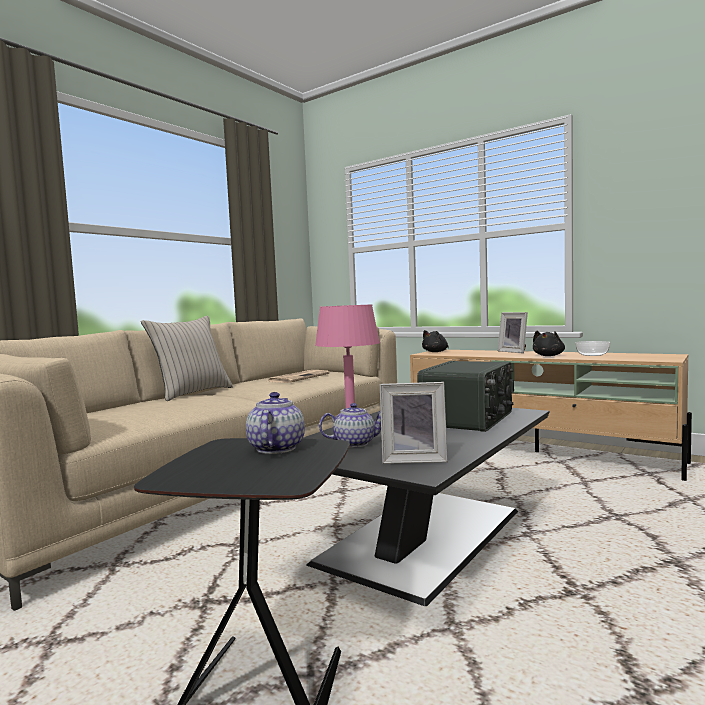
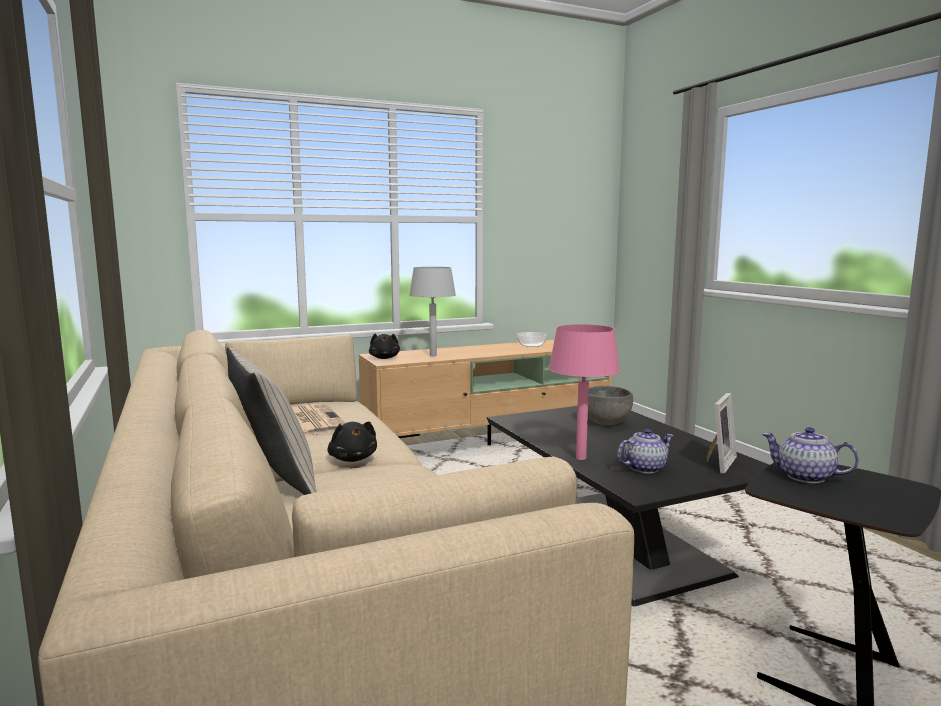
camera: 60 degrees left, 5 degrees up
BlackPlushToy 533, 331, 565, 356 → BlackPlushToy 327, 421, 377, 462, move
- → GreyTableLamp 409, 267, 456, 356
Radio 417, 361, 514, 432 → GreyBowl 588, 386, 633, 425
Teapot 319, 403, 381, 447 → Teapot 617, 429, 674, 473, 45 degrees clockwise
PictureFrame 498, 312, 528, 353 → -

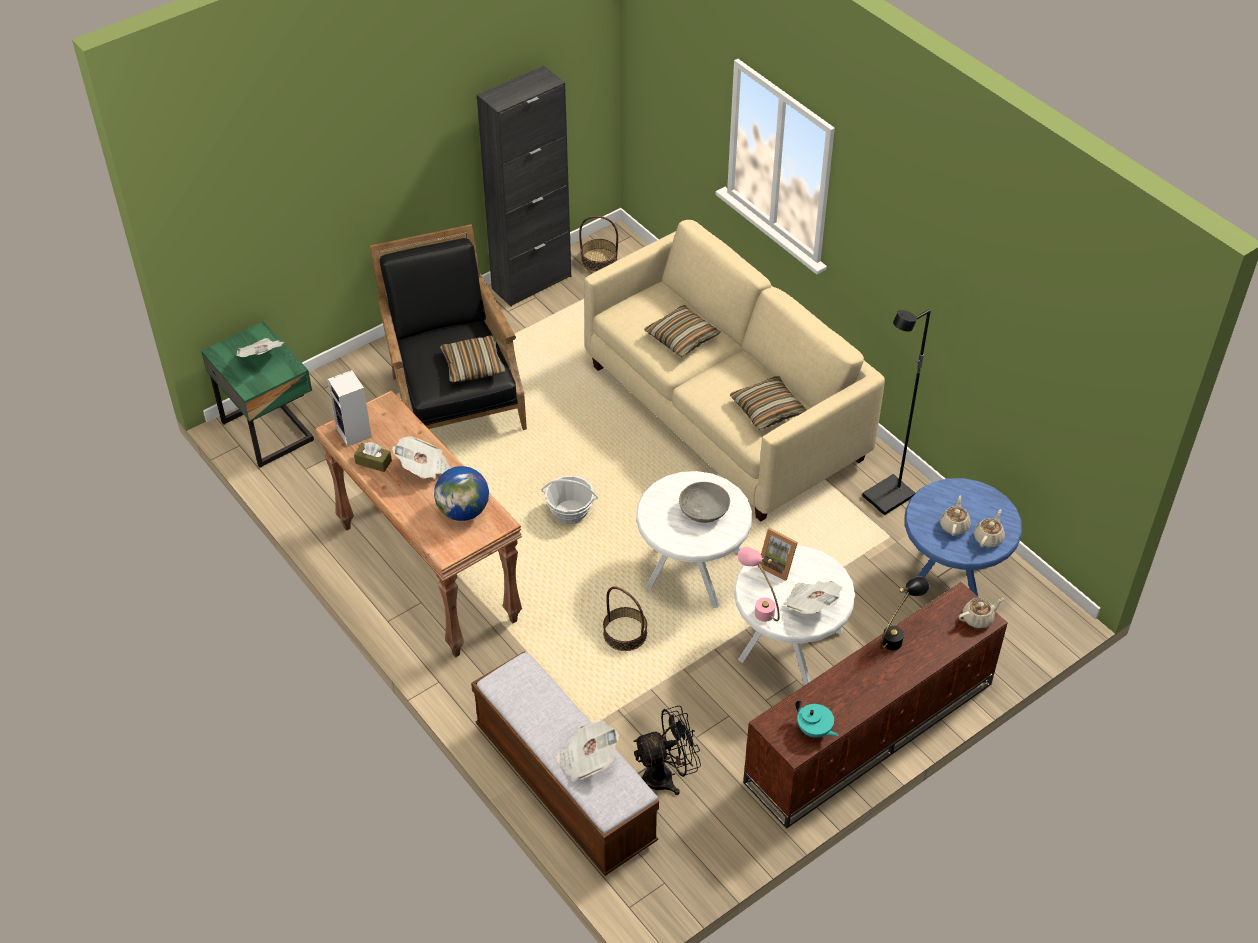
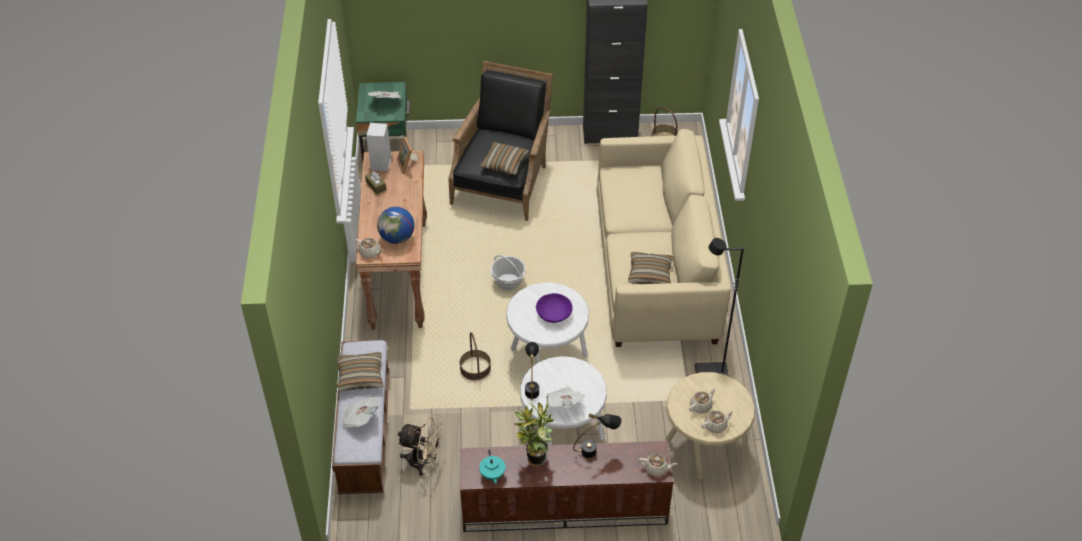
camera: 35 degrees right, 0 degrees up
Pillow 644, 305, 721, 357 → Pillow 337, 352, 384, 391, move
- → BeigeTeapot 355, 238, 384, 258
PictureFrame 757, 528, 798, 581 → PictureFrame 397, 137, 418, 174, move
BlackFan 633, 706, 701, 795 → BeigeFan 397, 416, 444, 476
- → PottedPlant 513, 402, 554, 466
PinkTableLamp 738, 547, 780, 622 → BlackTableLamp 525, 342, 539, 401
GreyBowl 679, 482, 730, 523 → PurpleBowl 536, 293, 573, 323
BlueSideTable 905, 478, 1022, 596 → BeigeSideTable 666, 372, 755, 479
Newspaper 392, 436, 451, 479 → -

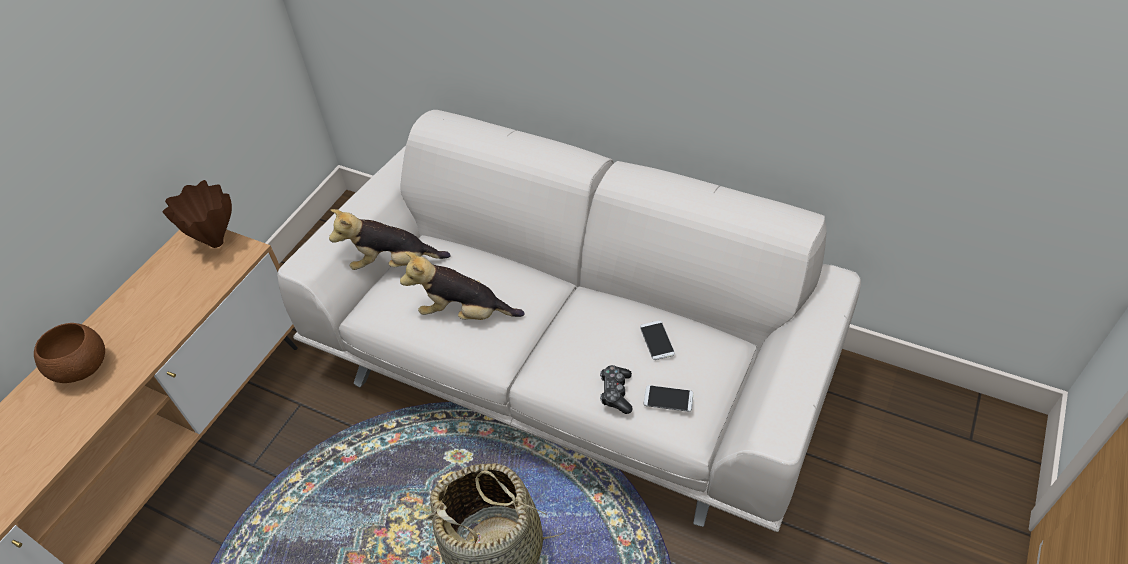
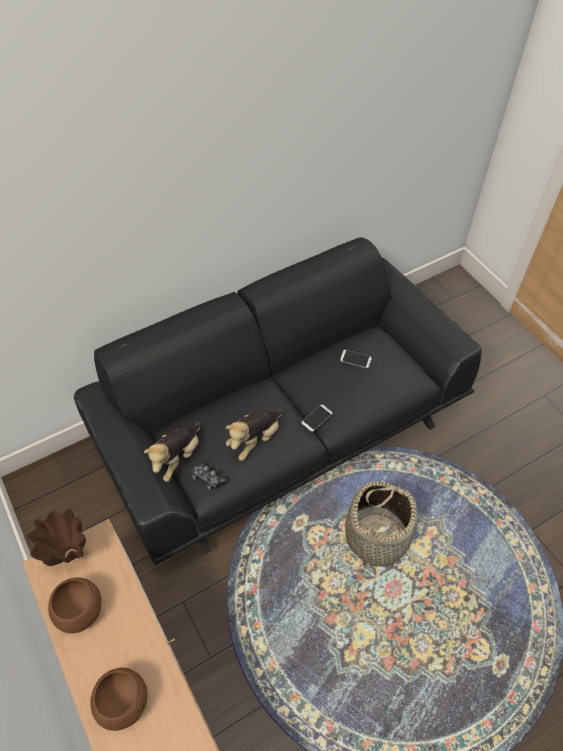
camera: 60 degrees left, 5 degrees up
- → BrownBowl 48, 578, 102, 633
WhiteSofa 277, 110, 861, 532 → BlackSofa 74, 237, 481, 565
GameController 600, 365, 633, 414 → GameController 192, 461, 228, 490, move
Phone 644, 385, 694, 412 → Phone 302, 404, 333, 432, move

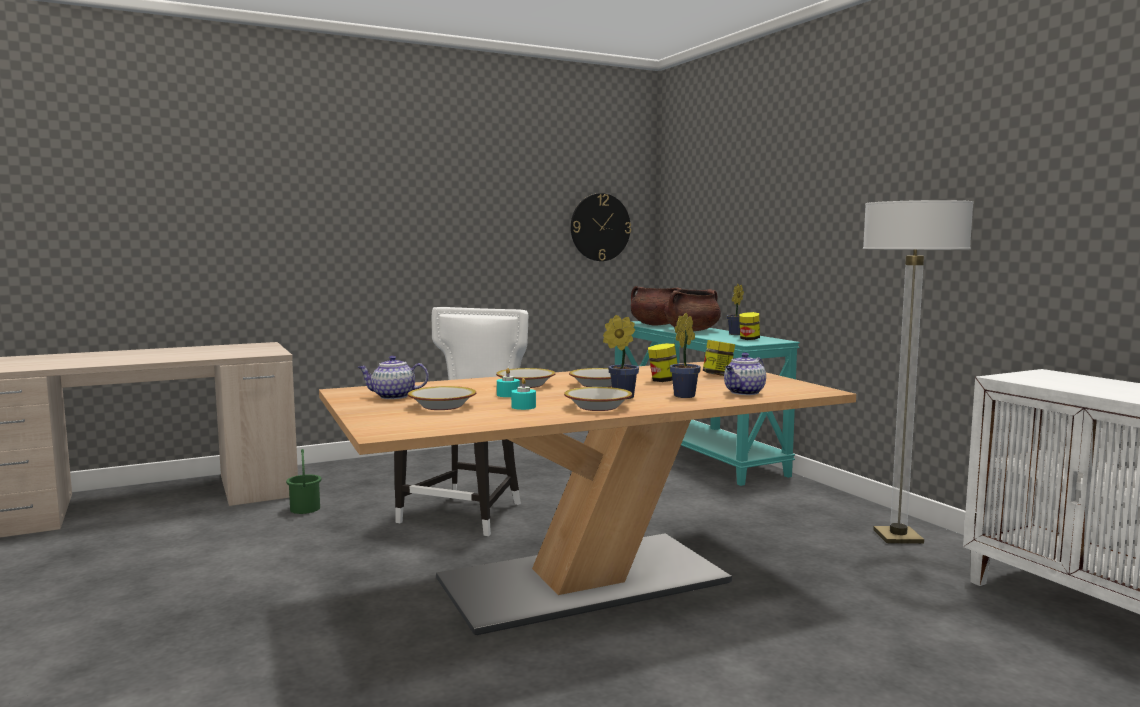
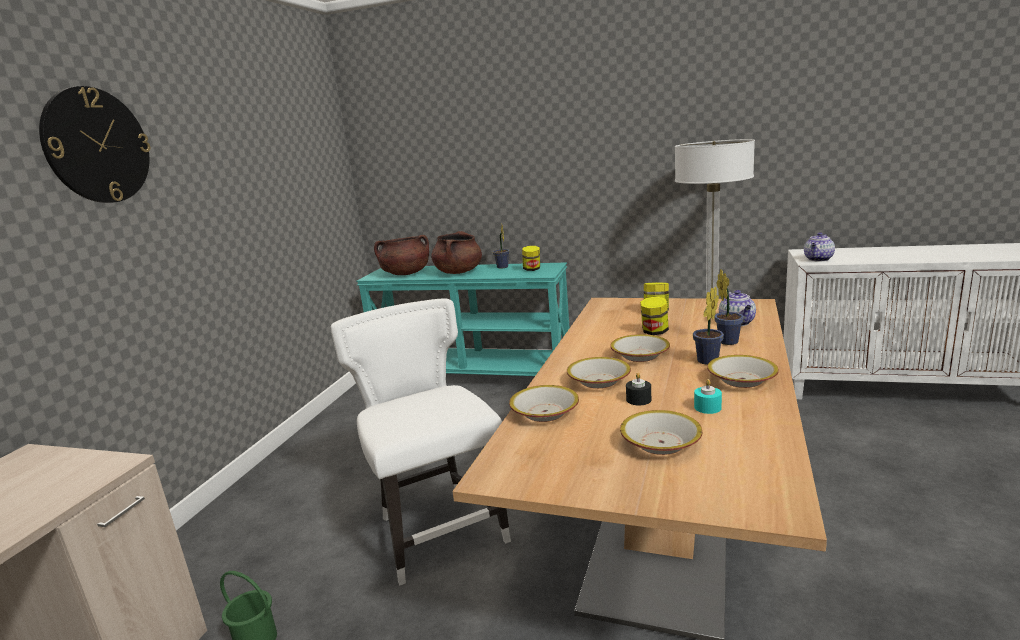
camera: 45 degrees left, 10 degrees up
WallClock 571, 193, 631, 261 → WallClock 39, 86, 150, 203, move
- → Bowl 509, 385, 579, 422
TurquoiseCandle 497, 368, 520, 397 → BlackCandle 626, 373, 651, 406
Teapot 358, 356, 429, 399 → Teapot 804, 232, 835, 261, move

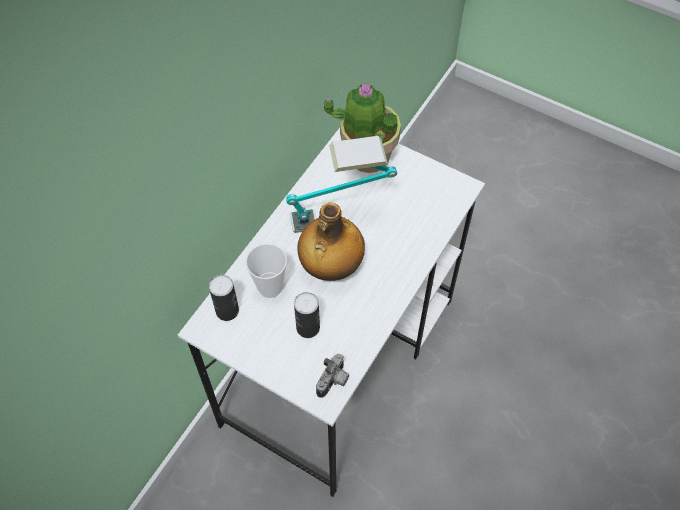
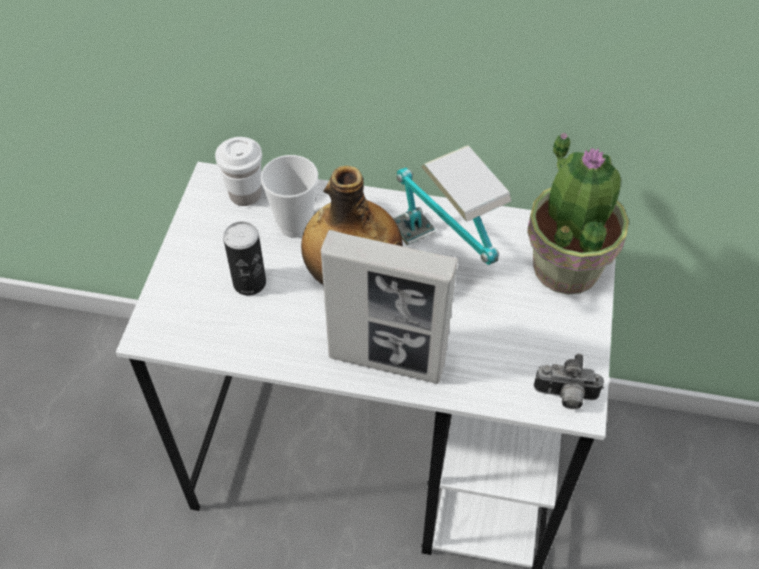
camera: 70 degrees right, 5 degrees down
Can 209, 275, 239, 321 → WhiteCup 215, 137, 262, 206
- → PictureFrame 321, 230, 458, 384
PhotoCamera 316, 354, 349, 398 → PhotoCamera 534, 354, 604, 409, move

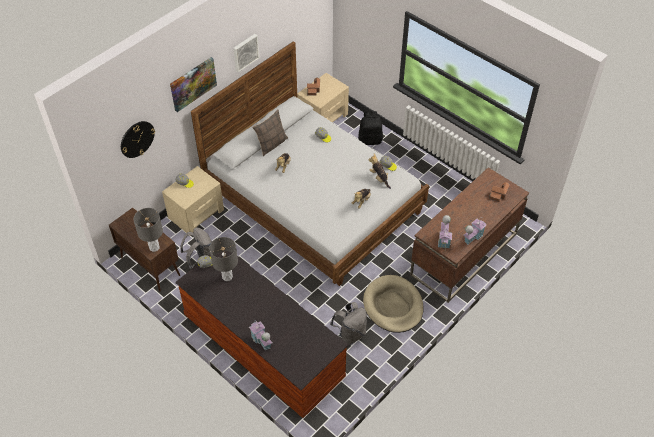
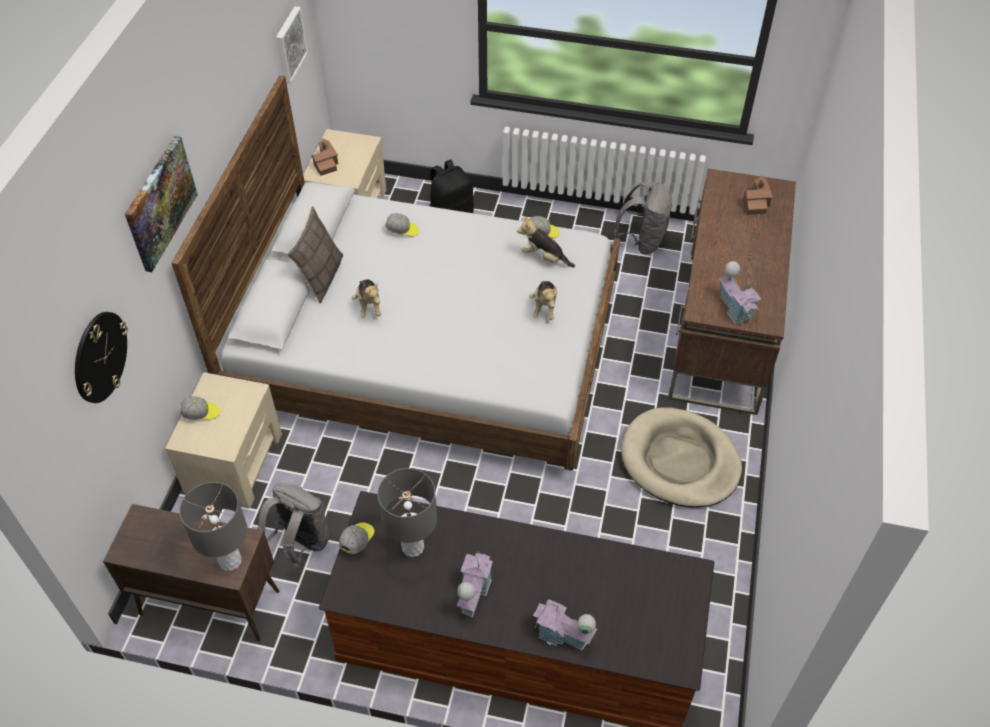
camera: 30 degrees left, 0 degrees up
Picture 233, 34, 259, 72 → Picture 276, 6, 308, 84, move
ToyHouse 463, 217, 486, 245 → ToyHouse 456, 552, 493, 618, move
GreyBackpack 330, 302, 367, 345 → GreyBackpack 614, 181, 672, 254, move

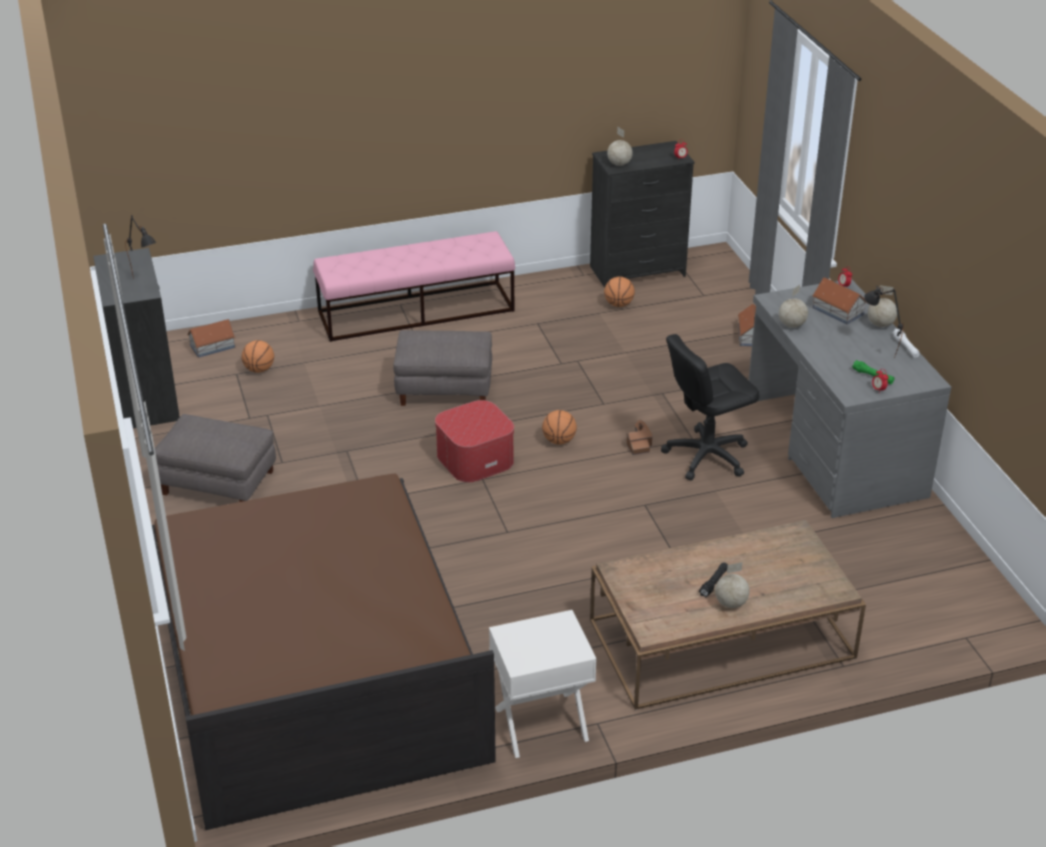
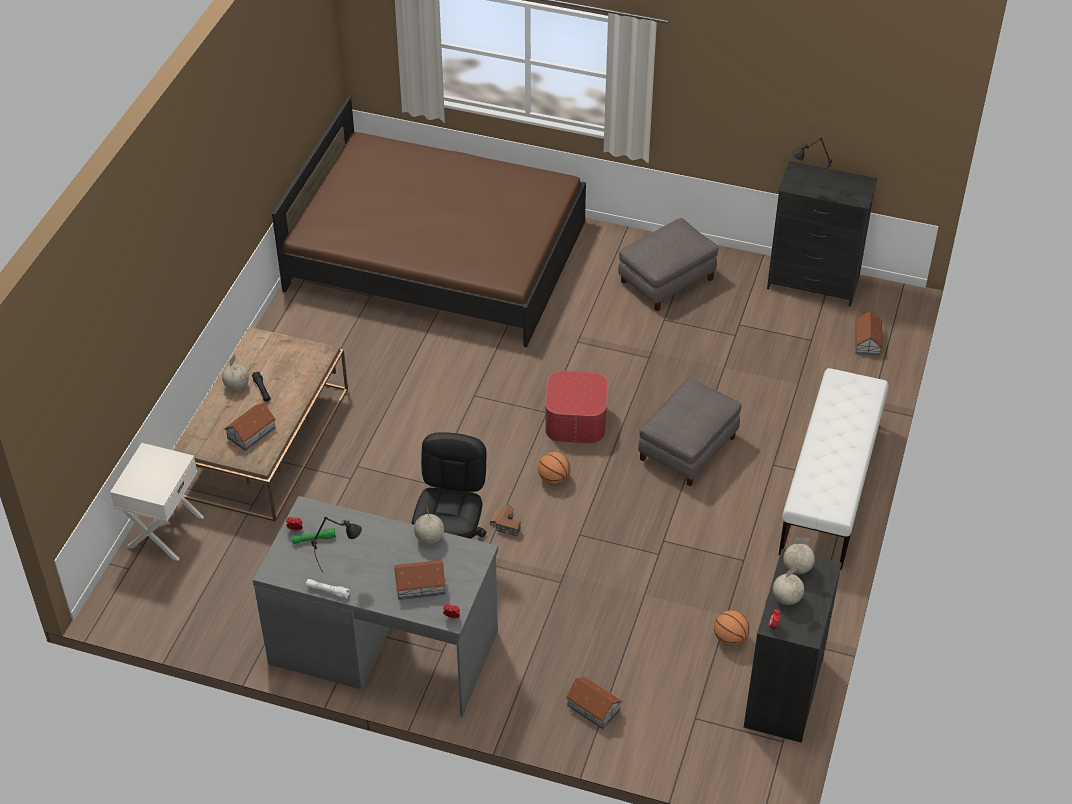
camera: 125 degrees right, 10 degrees up
WhiteNightstand 489, 610, 597, 758 → WhiteNightstand 110, 443, 204, 561, move
- → ToyHouse 224, 403, 276, 451
Globe 868, 285, 897, 327 → Globe 773, 565, 804, 605, move
PinkBench 313, 231, 515, 342 → WhiteBench 779, 368, 889, 570
Basketball 241, 340, 274, 373 → -

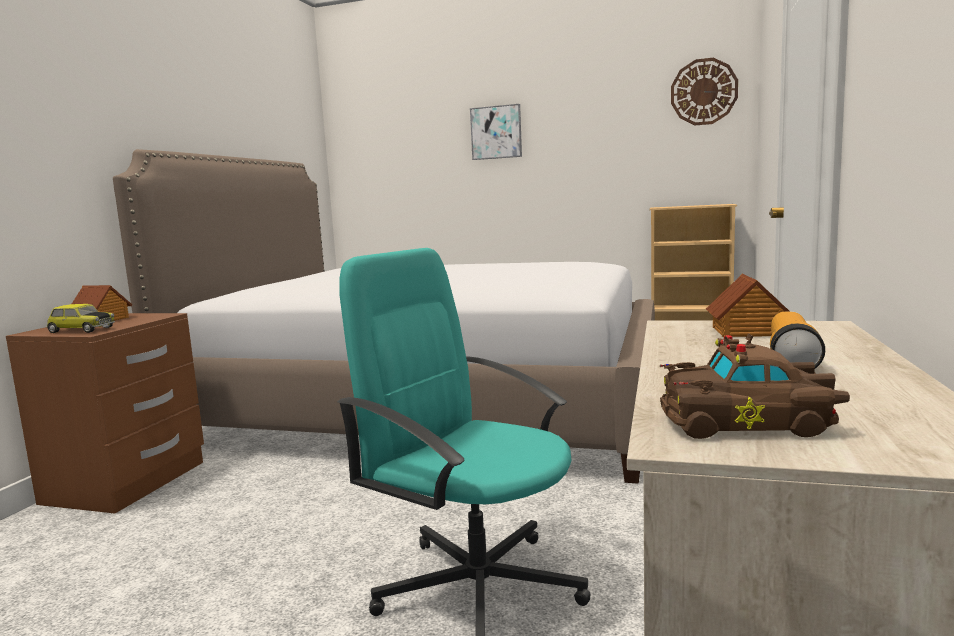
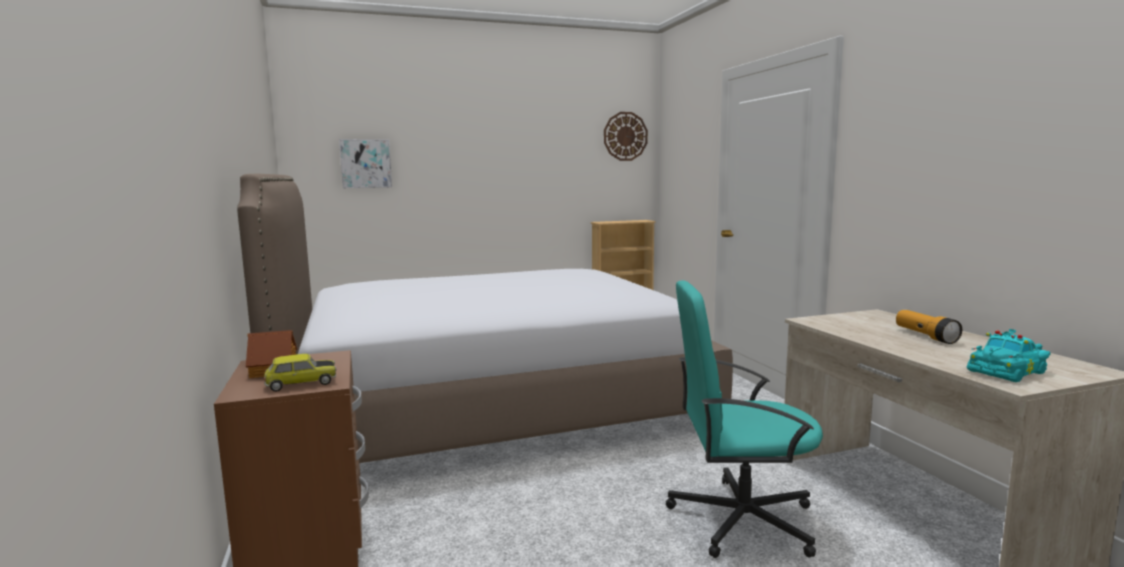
camera: 35 degrees left, 0 degrees up
Picture 470, 104, 522, 160 → Picture 339, 139, 392, 188, move
BrownToyCar 660, 333, 850, 439 → TurquoiseToyCar 967, 329, 1051, 382
ToyHouse 706, 274, 790, 337 → -

